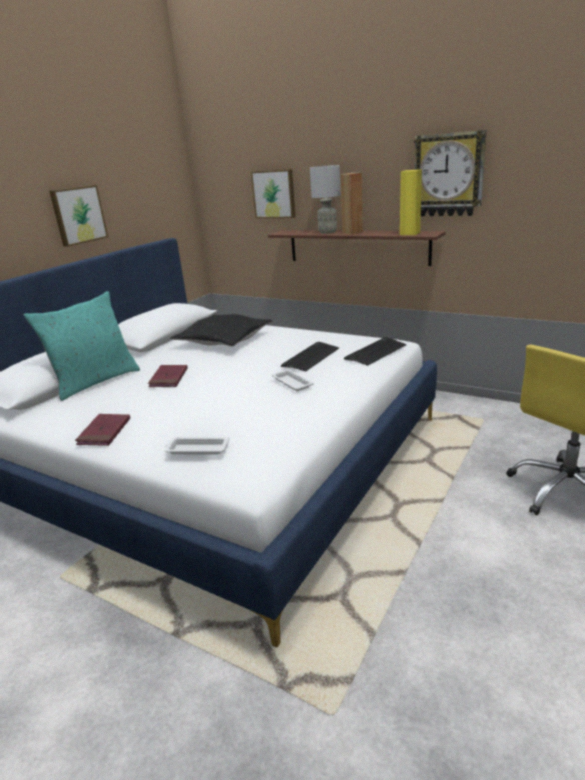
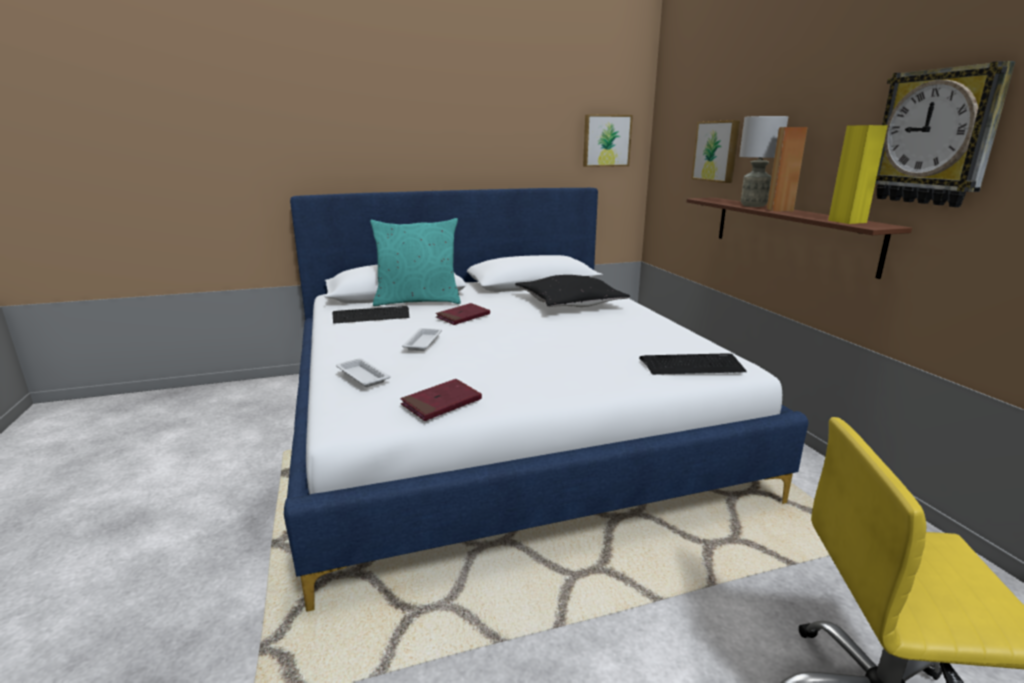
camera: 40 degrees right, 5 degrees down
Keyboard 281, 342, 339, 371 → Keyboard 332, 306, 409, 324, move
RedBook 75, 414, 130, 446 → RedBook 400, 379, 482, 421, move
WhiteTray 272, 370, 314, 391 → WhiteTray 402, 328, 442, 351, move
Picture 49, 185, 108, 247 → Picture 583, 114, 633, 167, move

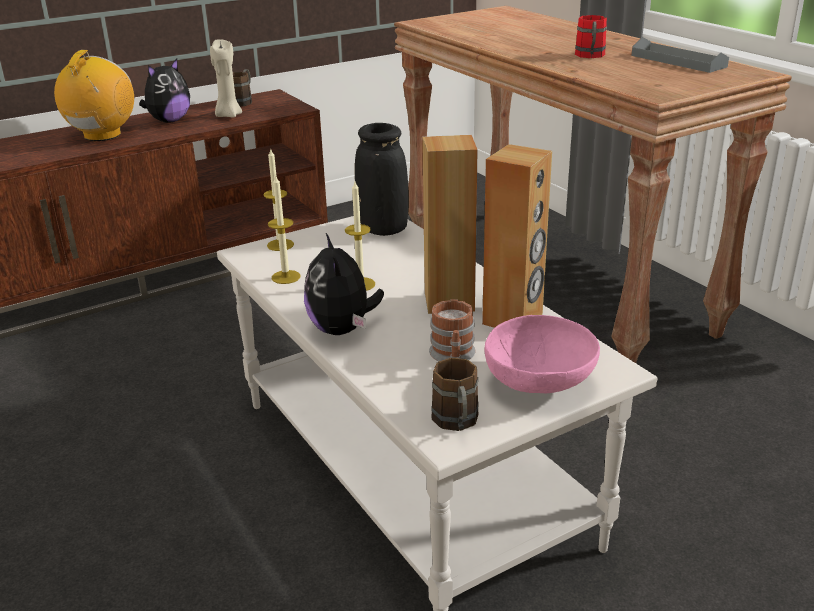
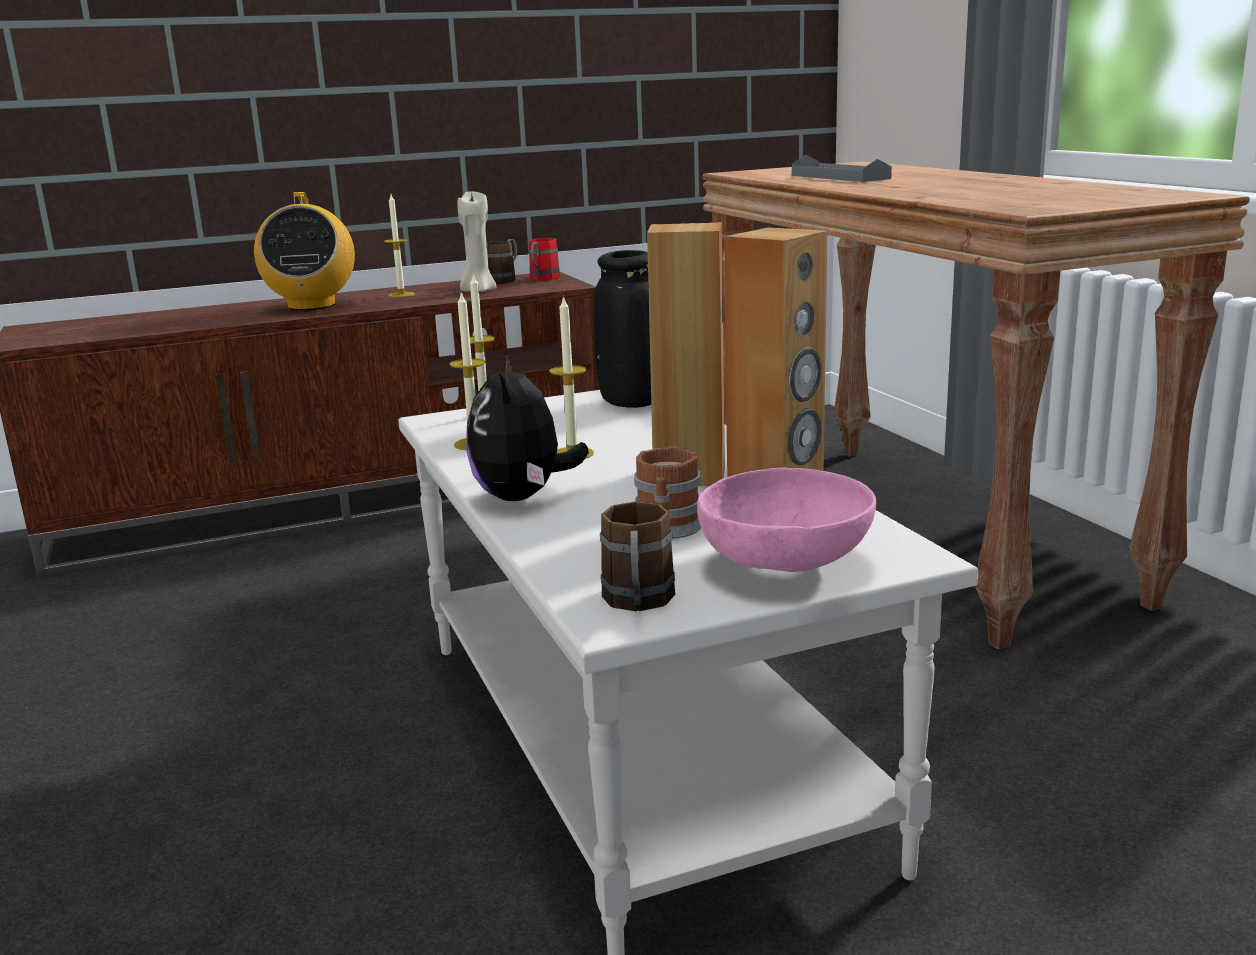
camera: 10 degrees right, 10 degrees down
Radio 54, 50, 134, 141 → Radio 254, 192, 355, 311, 150 degrees clockwise
PlushToy 139, 59, 190, 123 → Candle 384, 194, 415, 297
RedMug 575, 15, 607, 58 → RedMug 529, 238, 560, 281, move
GreyTray 632, 37, 729, 73 → GreyTray 792, 155, 892, 182, move

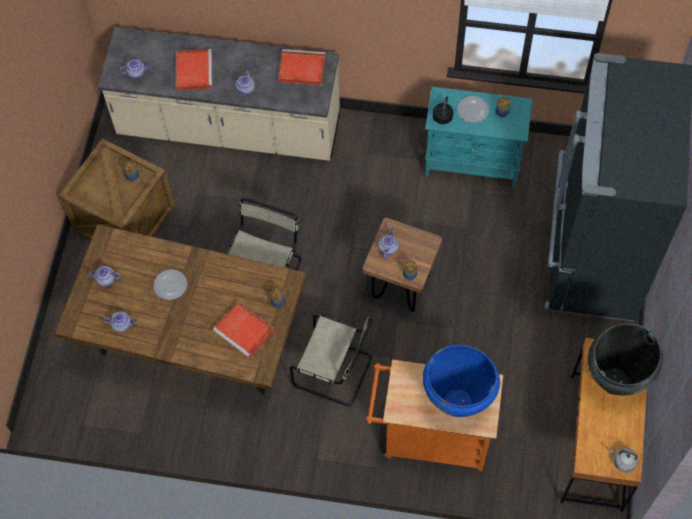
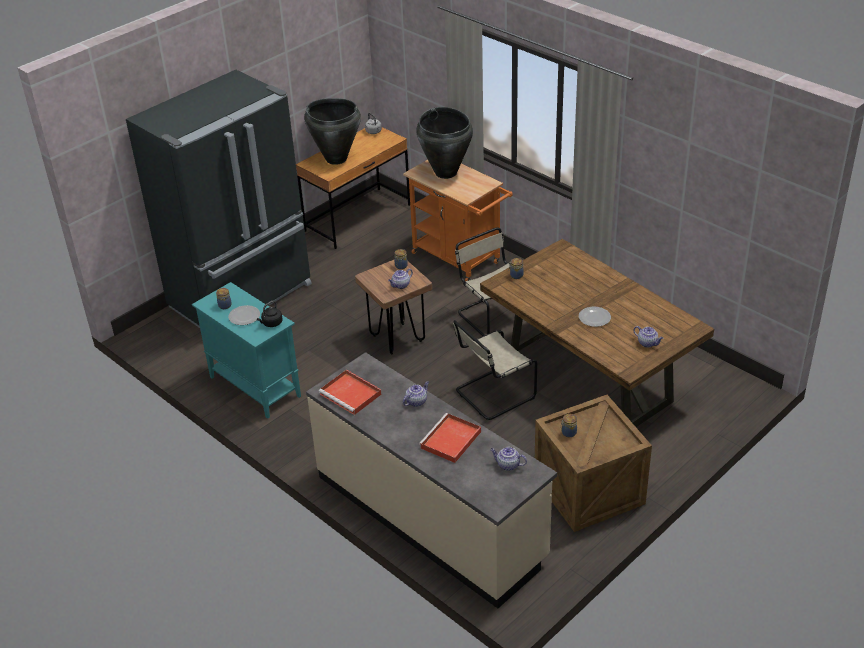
camera: 145 degrees left, 25 degrees down
BlueVase 423, 345, 500, 417 → BlackVase 416, 107, 473, 179
Teapot 103, 311, 137, 333 → -
RedTray 213, 301, 274, 358 → -

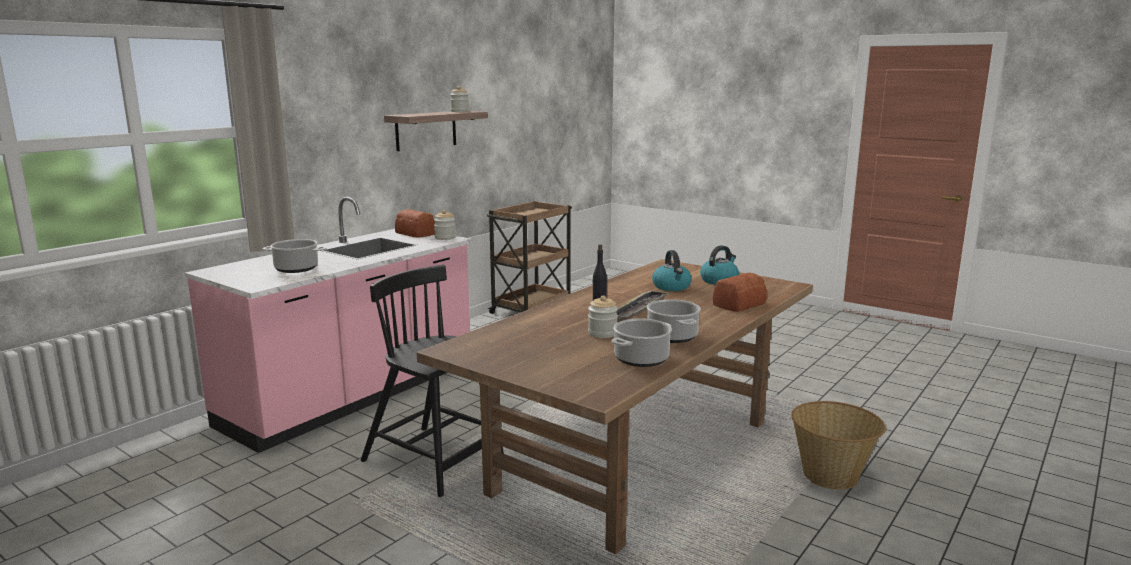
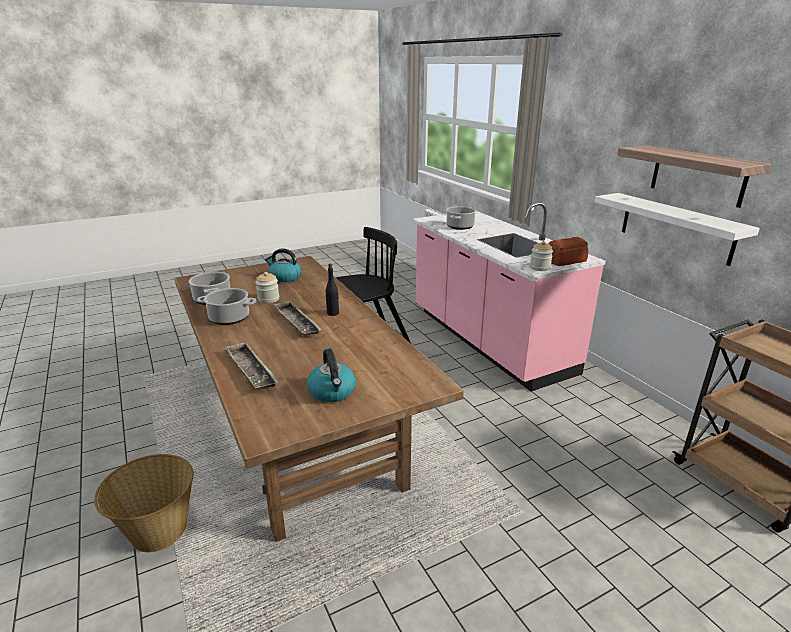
camera: 115 degrees right, 10 degrees up
Bread 713, 273, 767, 312 → Tray 225, 342, 279, 389
Kettle 652, 250, 692, 291 → Kettle 265, 248, 301, 282, move
- → WhiteShelf 595, 193, 760, 266
Jar 450, 86, 469, 112 → -

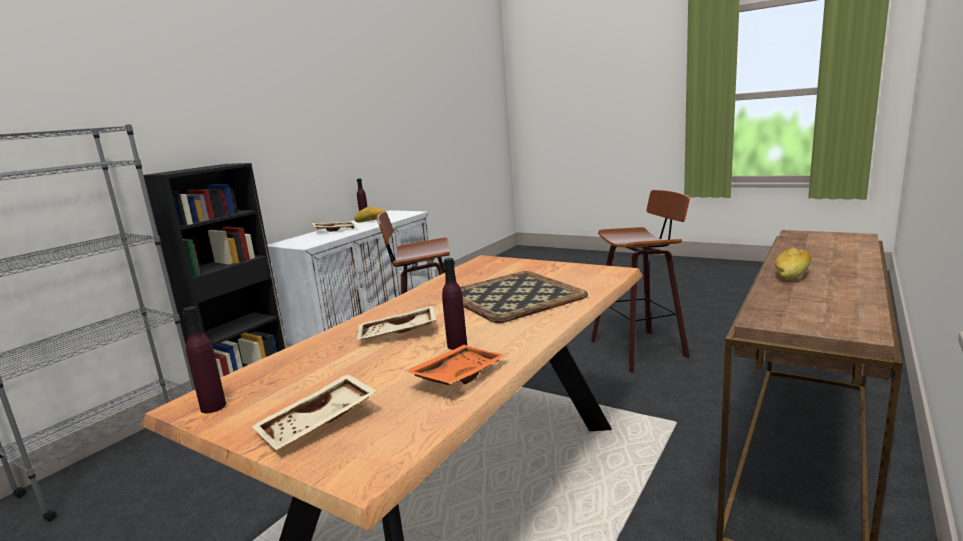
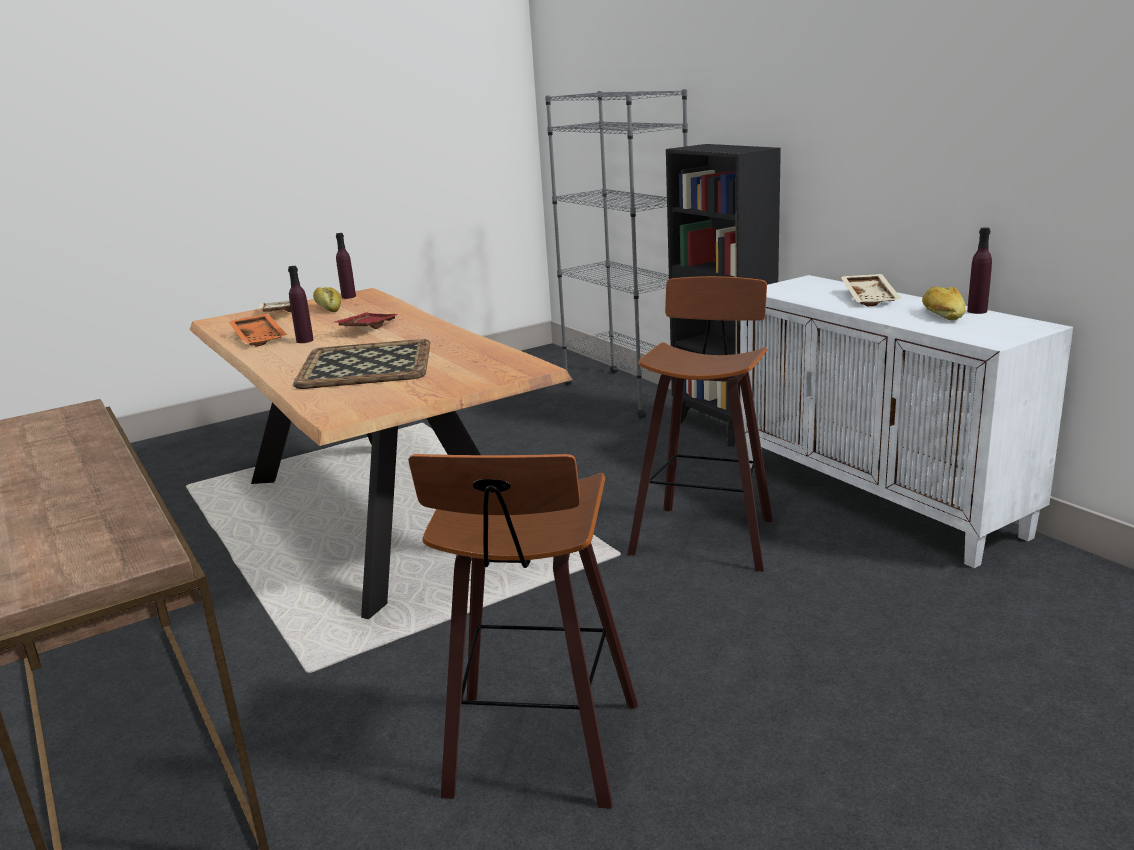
camera: 115 degrees right, 5 degrees up
Bread 774, 247, 811, 281 → Bread 313, 287, 341, 312, move
BeigeTray 356, 305, 436, 340 → RedTray 333, 313, 400, 329

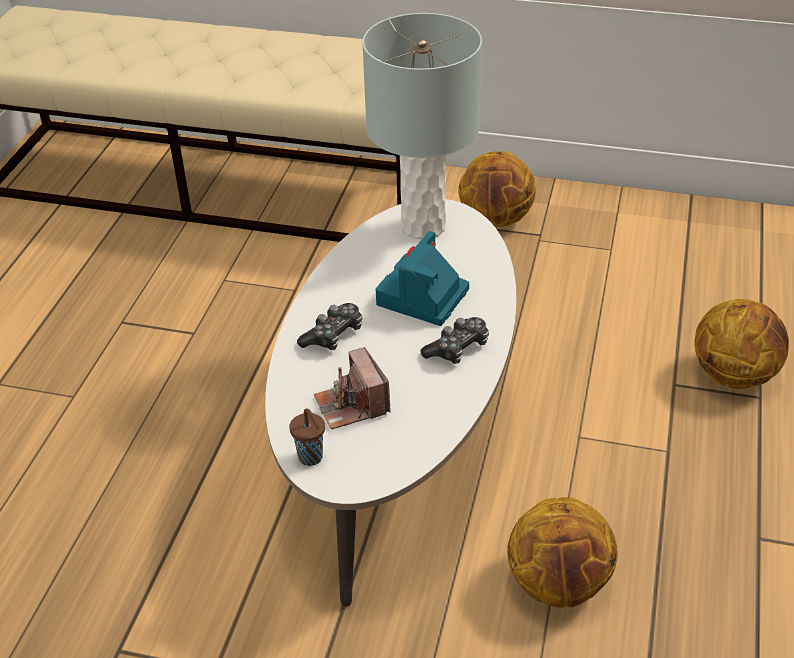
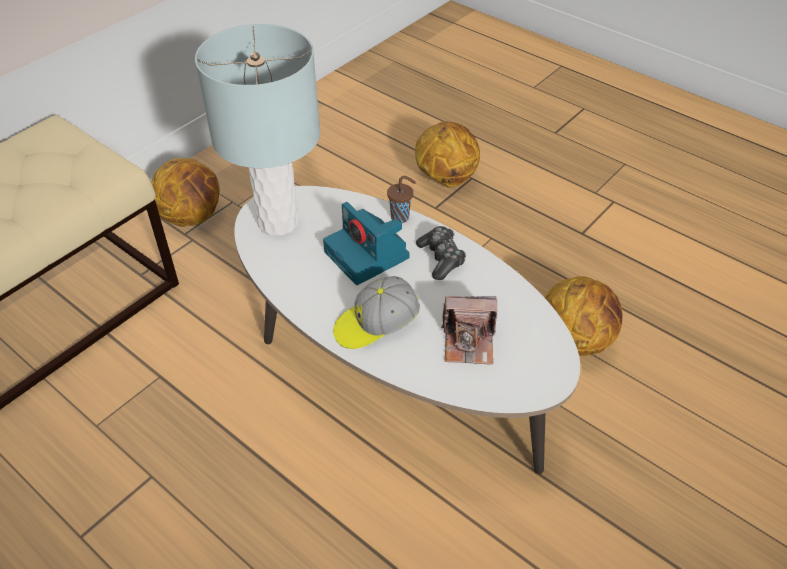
camera: 65 degrees left, 5 degrees up
GameController 297, 303, 363, 350 → Cap 333, 276, 420, 349
BrownCup 289, 408, 325, 466 → BrownCup 387, 176, 416, 223, move

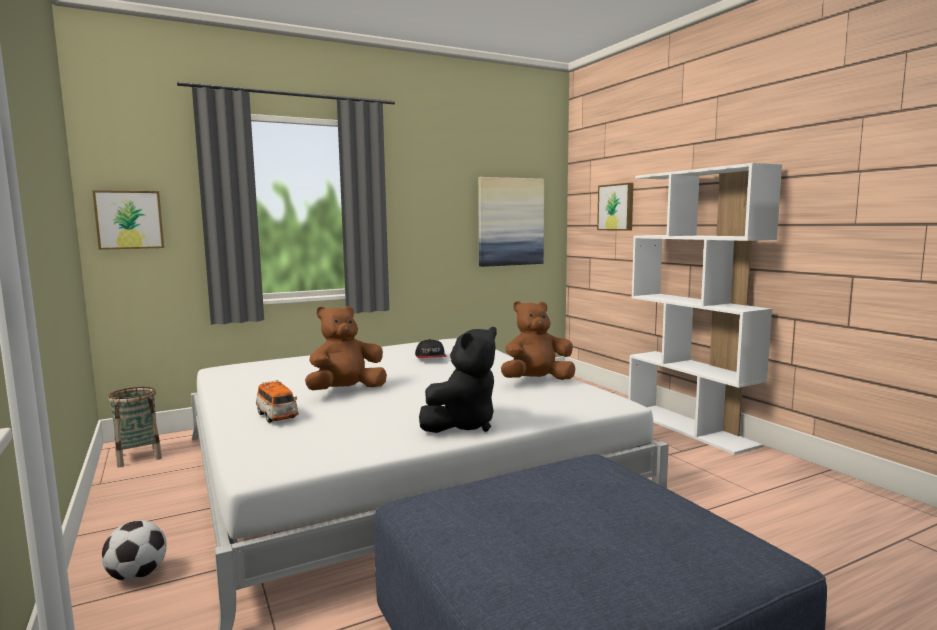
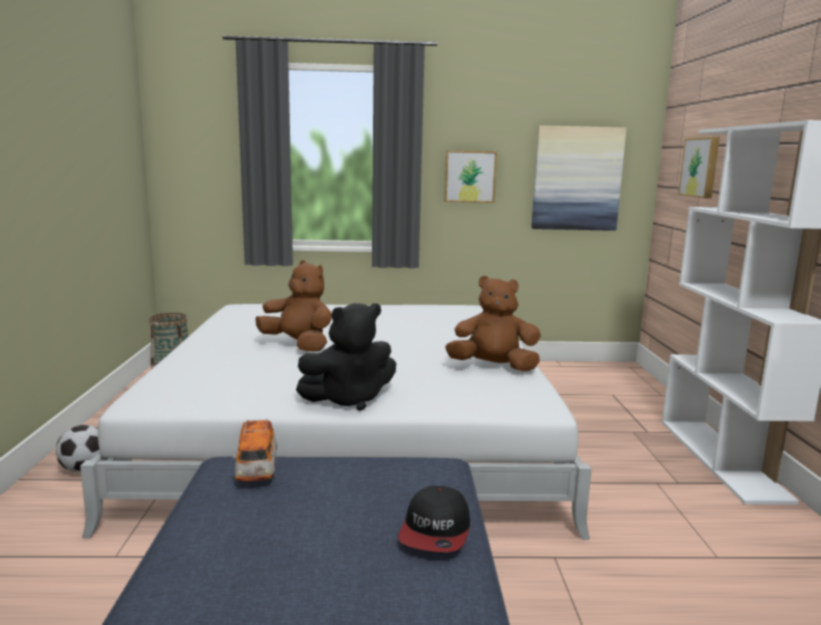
camera: 25 degrees right, 5 degrees up
ToyCar 256, 380, 299, 423 → ToyCar 233, 419, 277, 481, move
BrownPlushToy 305, 306, 387, 390 → BrownPlushToy 255, 260, 332, 351, 45 degrees clockwise
Cap 415, 339, 446, 358 → Cap 398, 486, 470, 552, move
Picture 92, 190, 164, 250 → Picture 444, 150, 497, 203, move

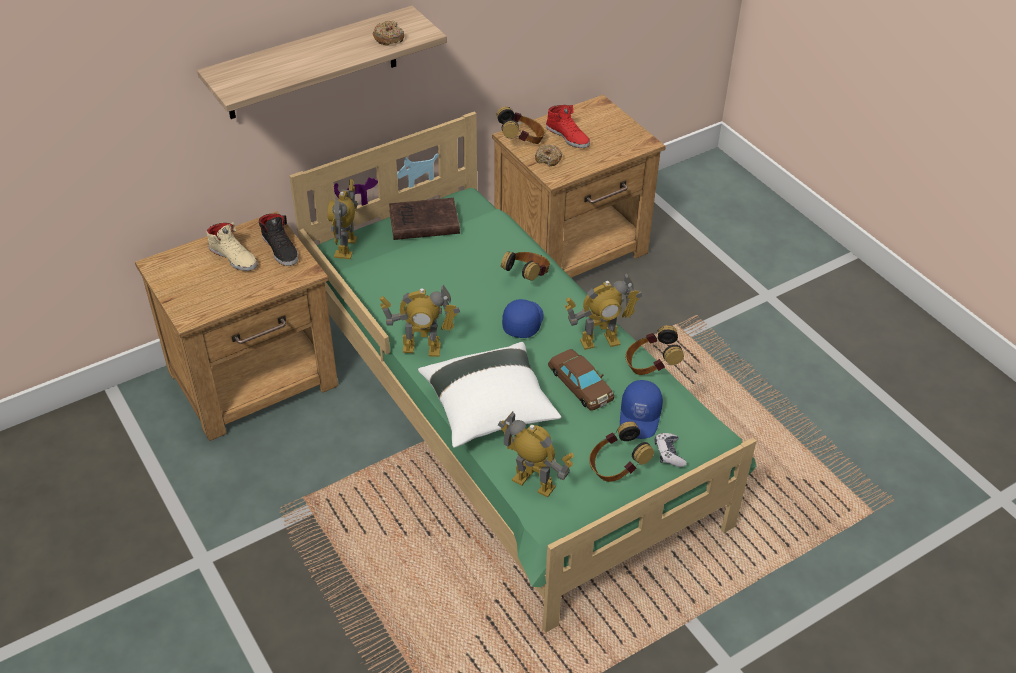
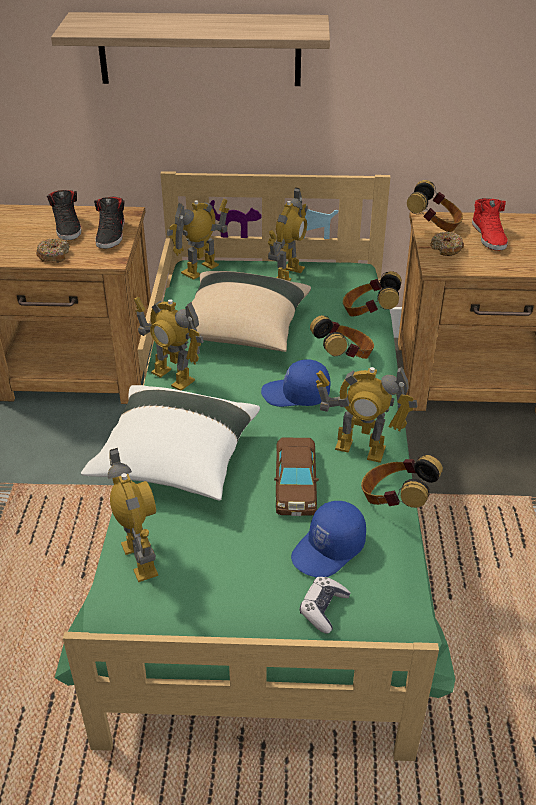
camera: 35 degrees right, 5 degrees down
Donut 373, 21, 404, 46 → Donut 36, 238, 70, 263, move
BeigeShoe 206, 222, 258, 271 → BlackShoe 47, 190, 81, 240
- → BeigePillow 192, 271, 311, 352
BlueCap 502, 299, 544, 338 → BlueCap 261, 359, 330, 407, 135 degrees counterclockwise
BrownBook 389, 198, 460, 240 → ToyRobot 268, 187, 308, 281
Headphones 589, 421, 654, 482 → Headphones 343, 271, 402, 317, move

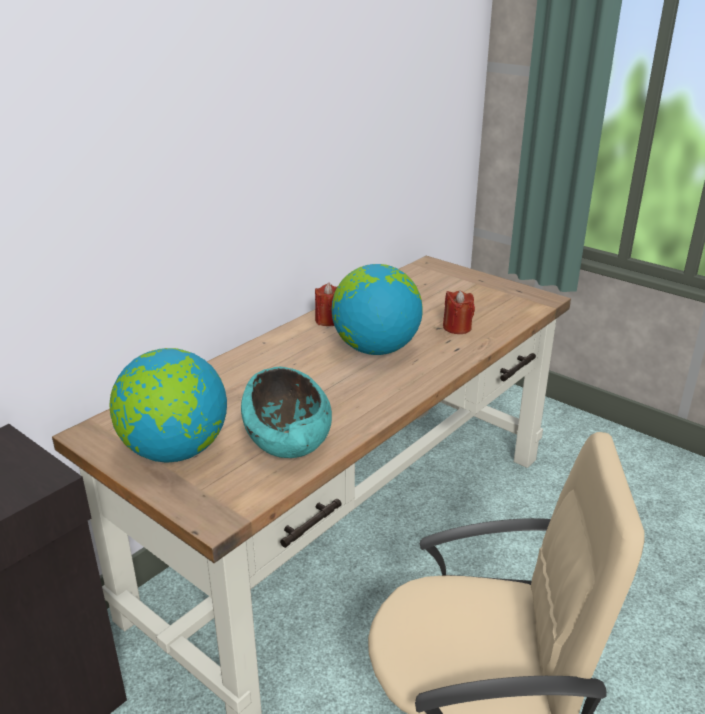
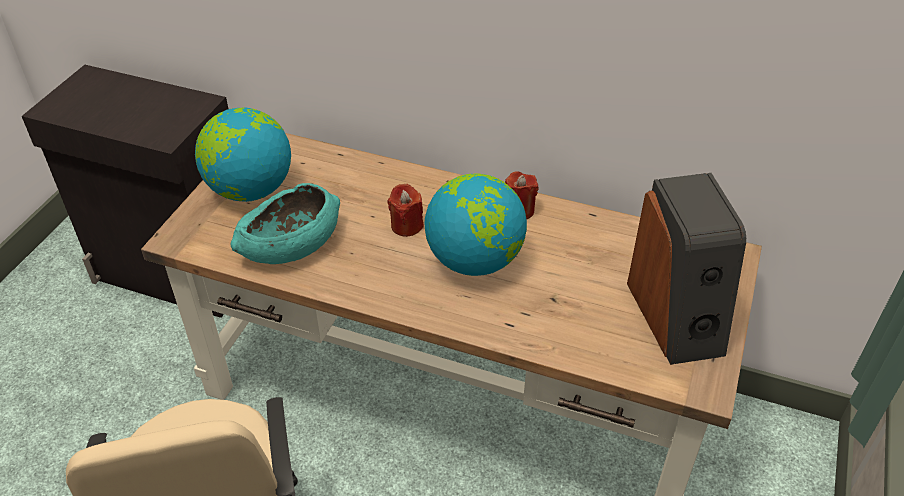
camera: 70 degrees right, 15 degrees up
RedCandle 443, 290, 475, 334 → RedCandle 388, 184, 424, 237, move
- → Speaker 627, 173, 746, 365

